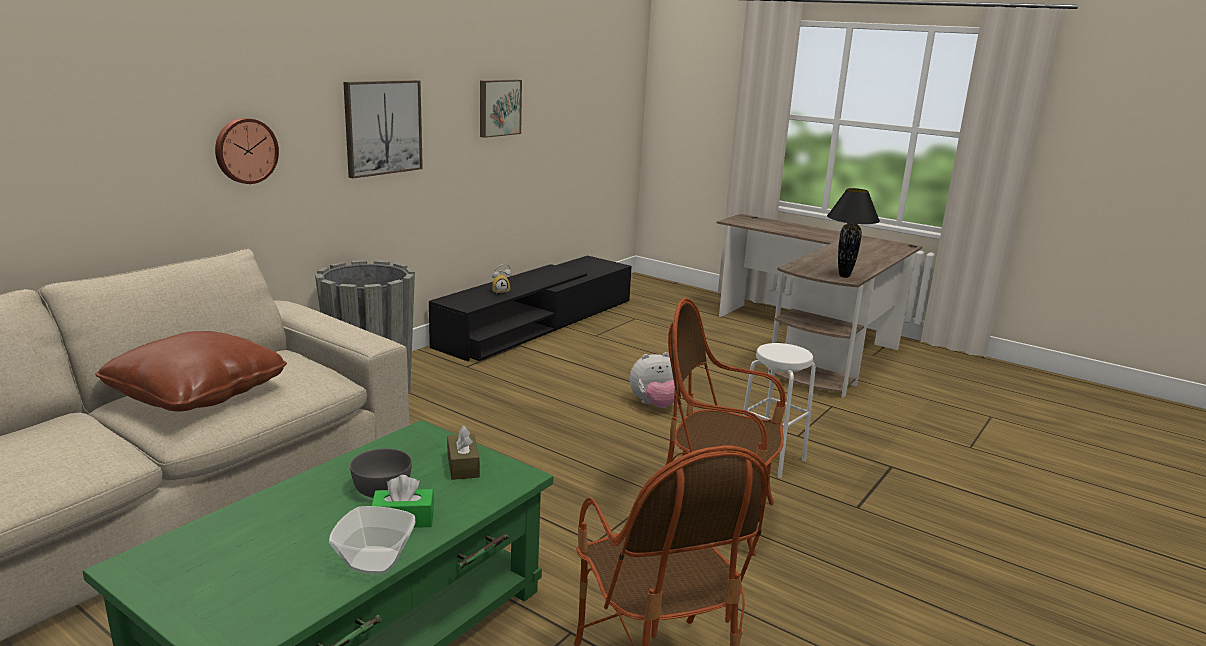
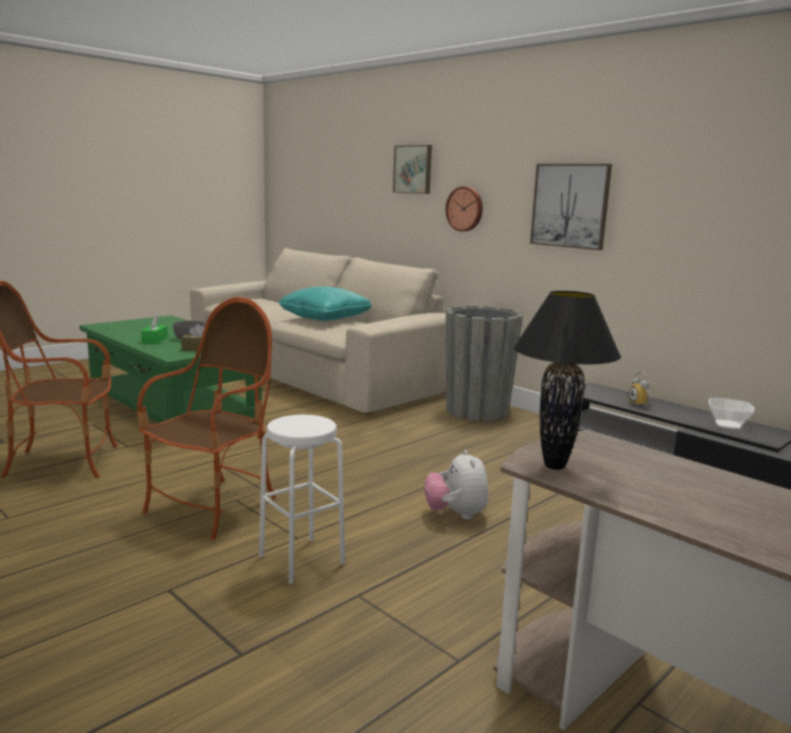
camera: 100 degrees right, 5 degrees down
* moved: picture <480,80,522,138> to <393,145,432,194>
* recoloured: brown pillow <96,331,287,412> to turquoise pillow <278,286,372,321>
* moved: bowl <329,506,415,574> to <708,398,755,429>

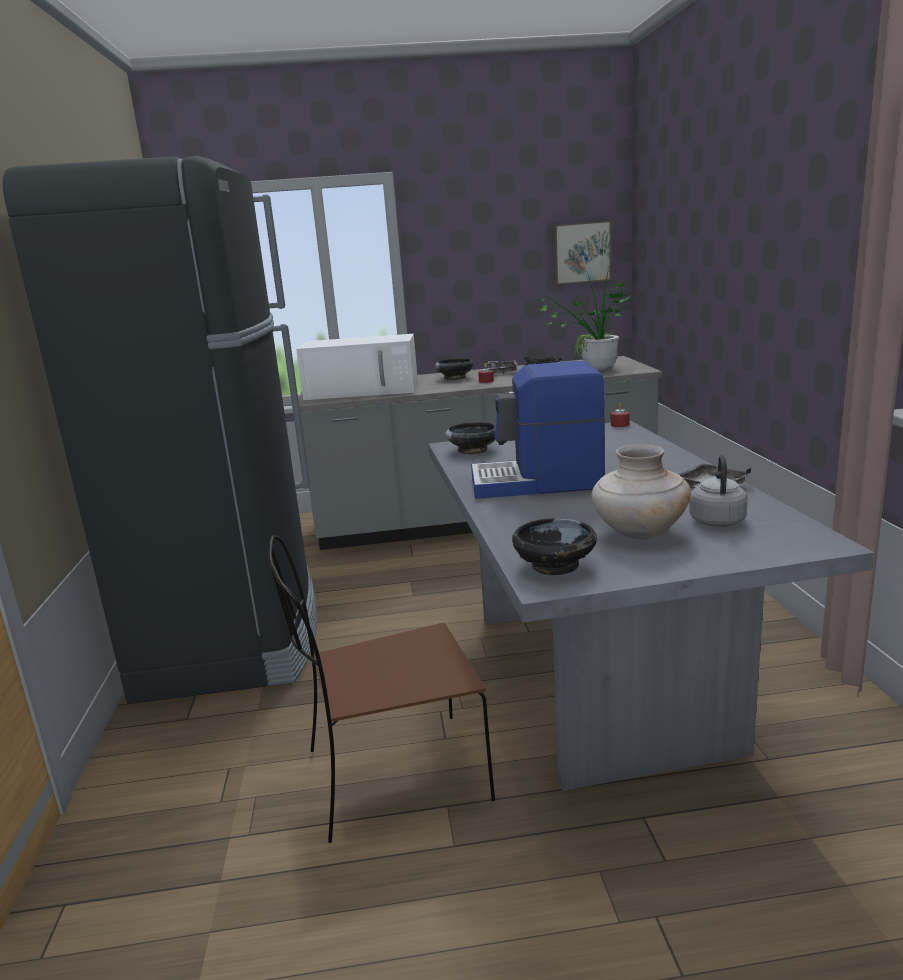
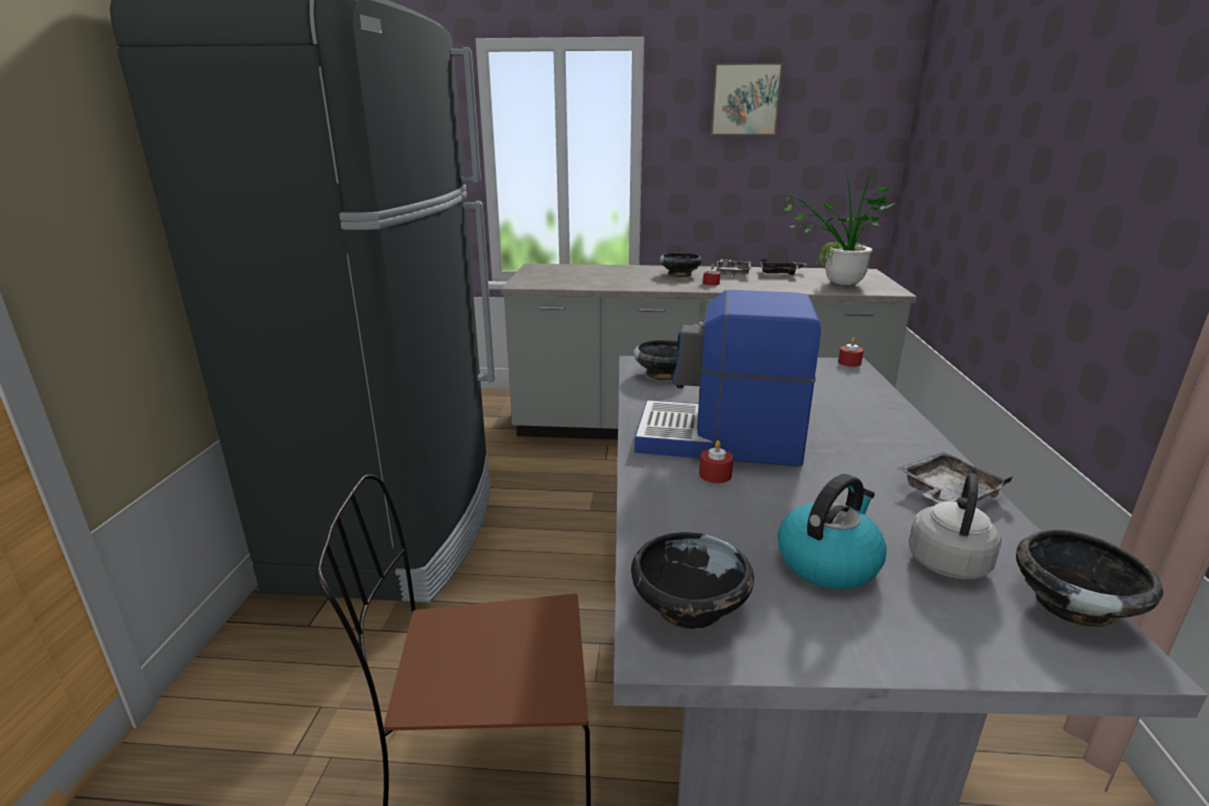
camera: 10 degrees right, 5 degrees up
* moved: picture <553,221,612,285> to <710,63,783,135>
* removed: white microwave <296,334,418,400>
* replaced: beige vase <592,445,691,539> to kettle <778,474,887,589>
* added: red candle <699,440,733,483>
* added: black bowl <1016,530,1163,628>

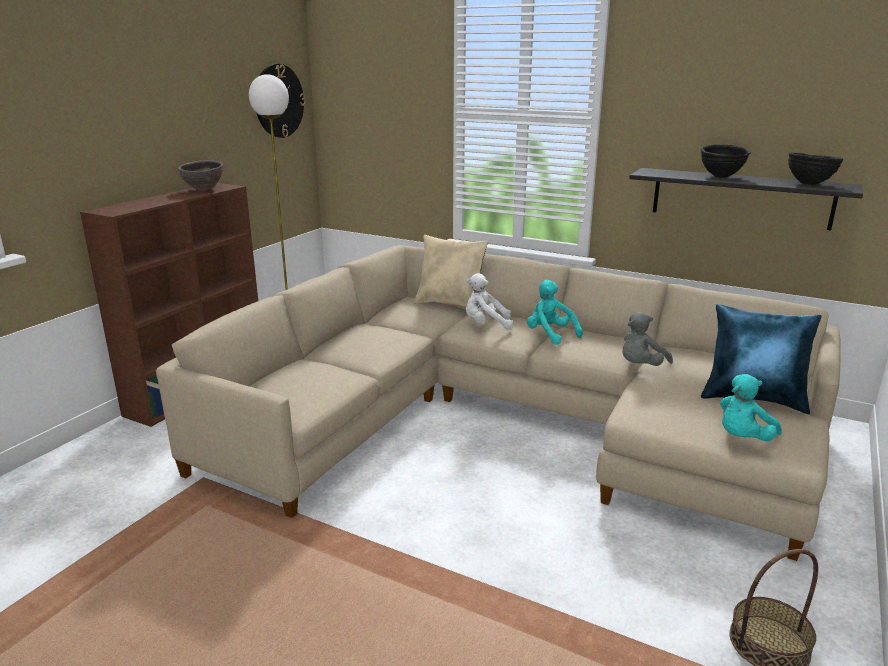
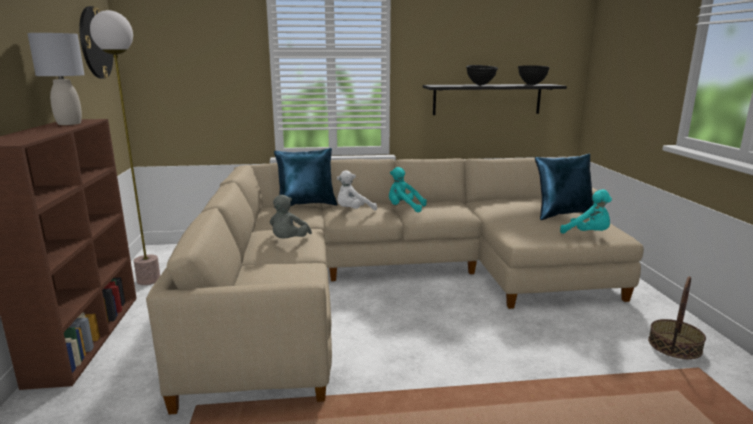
camera: 35 degrees left, 5 degrees down
* replaced: brown bowl <178,160,223,191> to grey table lamp <27,33,85,125>
* recoloured: beige pillow <414,235,488,307> to blue pillow <274,148,338,206>
* moved: grey plush toy <622,312,673,366> to <270,195,312,239>
* turned: turquoise plush toy <720,374,782,441> = <560,189,612,234> 60 degrees counterclockwise

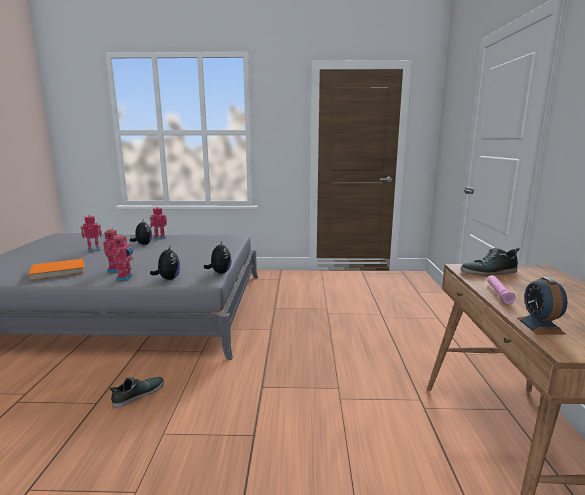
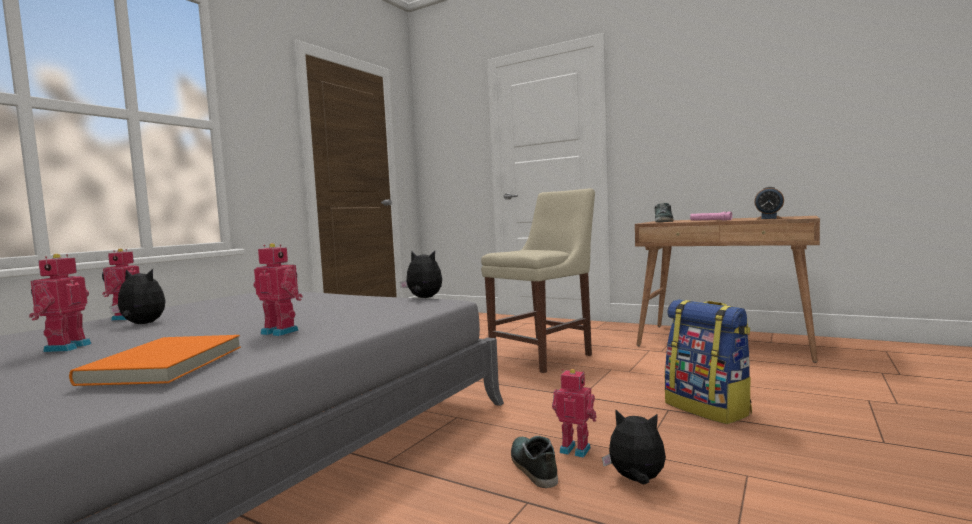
camera: 60 degrees left, 10 degrees down
* moved: toy robot <112,234,134,280> to <552,369,597,458>
* moved: plush toy <150,246,180,280> to <602,410,666,485>
* added: beige chair <481,188,595,373>
* added: backpack <665,299,752,424>

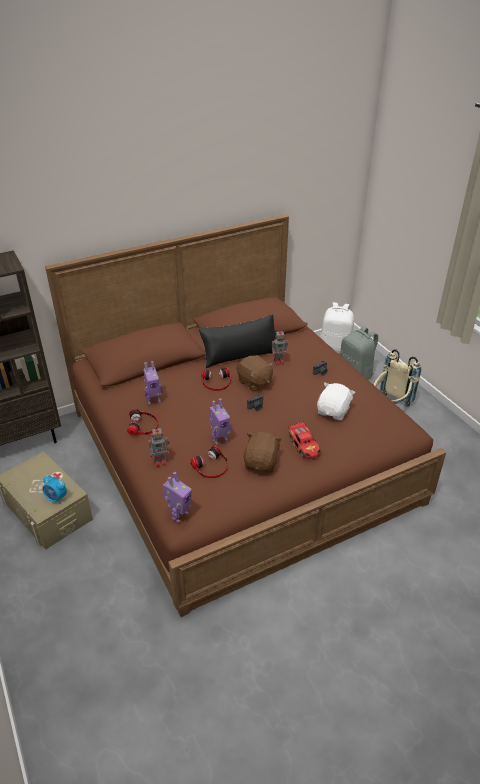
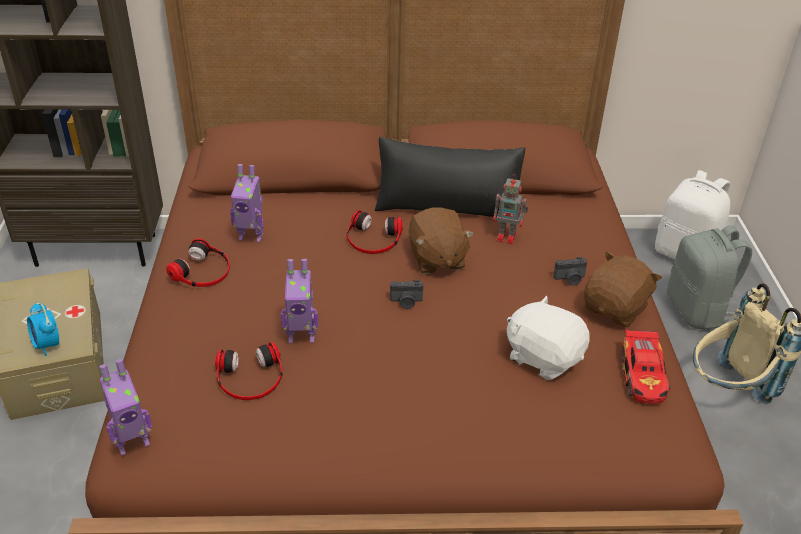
camera: 25 degrees right, 0 degrees up
* turned: white plush toy <317,383,355,420> = <507,296,589,380> 105 degrees counterclockwise
* moved: toy car <288,421,321,459> to <621,328,671,404>
* removed: toy robot <148,426,170,467>
* moved: brown plush toy <243,432,282,473> to <584,251,662,328>

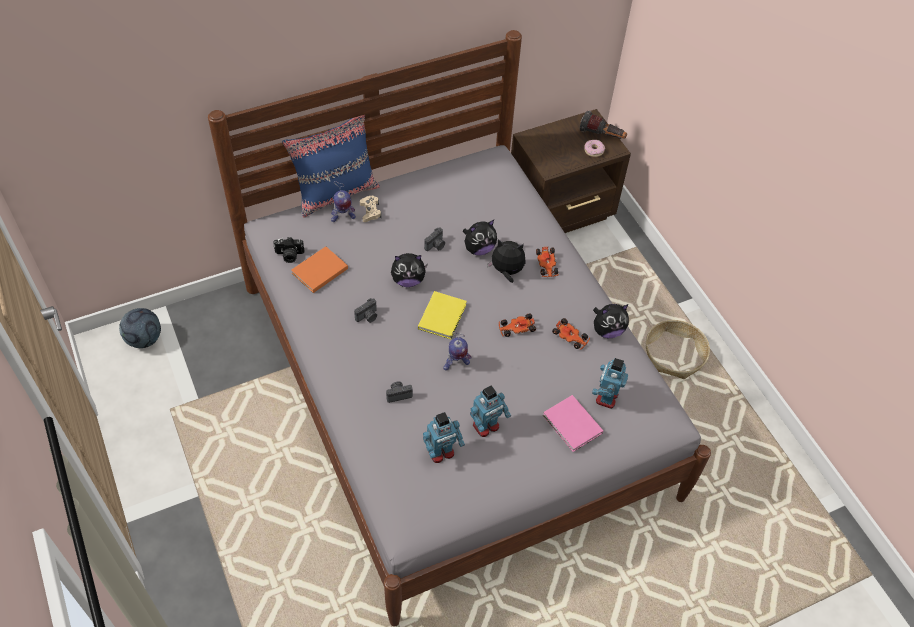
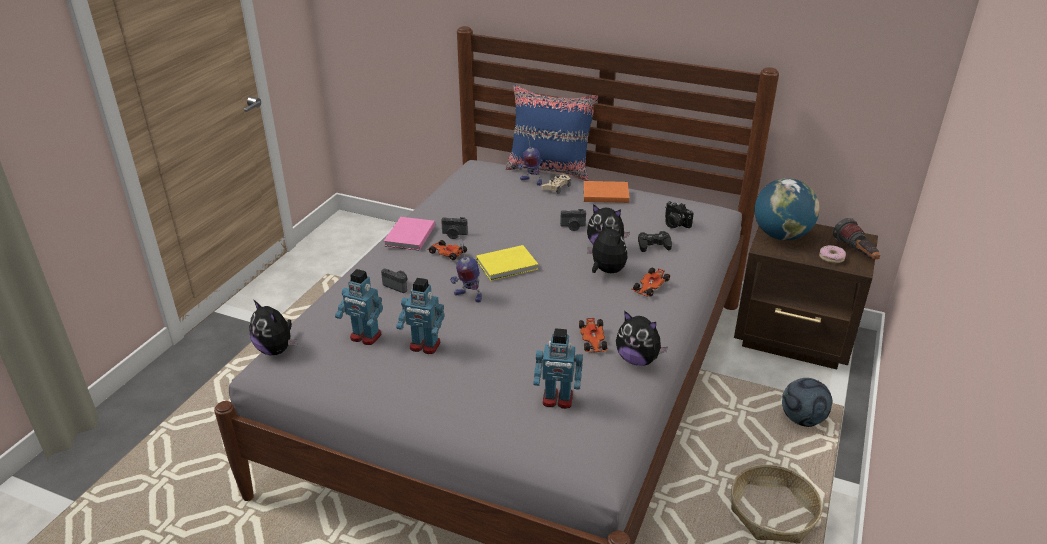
camera: 50 degrees right, 20 degrees down
* moved: photo camera <273,237,304,263> to <665,201,693,228>
* moved: orange book <291,246,348,293> to <584,181,629,203>
* moved: plush toy <391,253,428,287> to <249,300,297,355>
* moved: football <119,308,161,348> to <782,378,832,427>
* moved: toy car <499,314,536,337> to <427,240,467,260>
* turned: toy robot <592,358,628,409> = <533,328,583,409> 150 degrees counterclockwise
* moved: pink book <543,395,603,452> to <384,217,435,251>
* added: globe <754,178,819,240>
* added: black game controller <638,231,672,252>

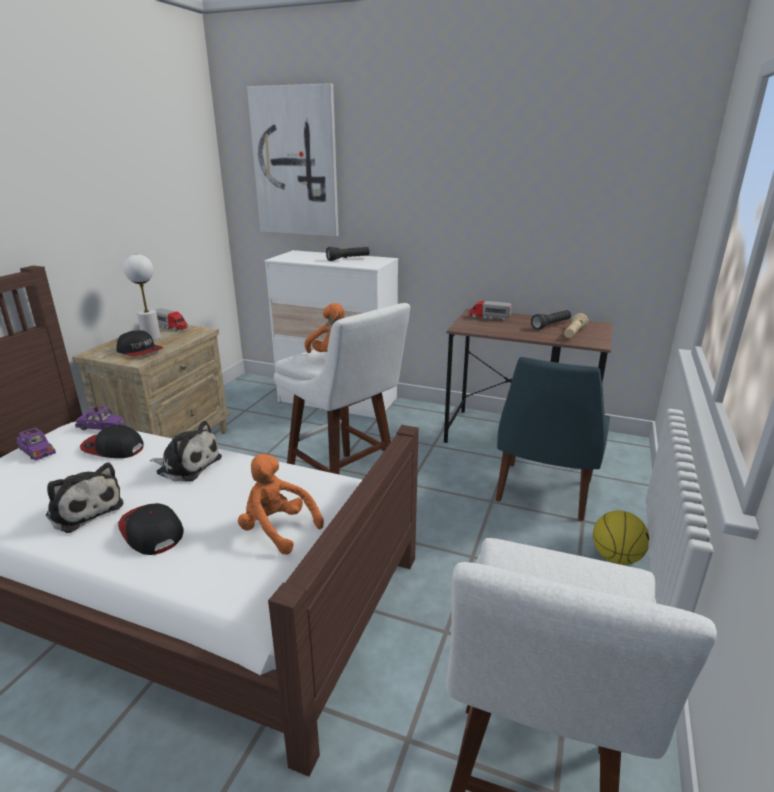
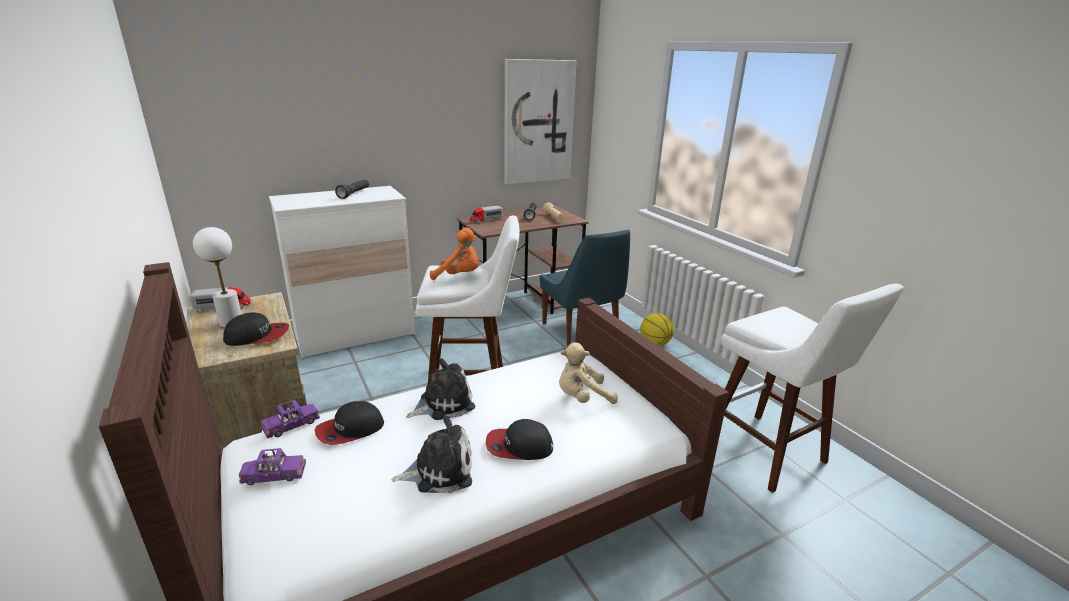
camera: 50 degrees left, 0 degrees up
* moved: picture <247,83,339,237> to <504,59,576,184>
* recoloured: orange plush toy <238,454,324,555> to beige plush toy <559,342,618,404>

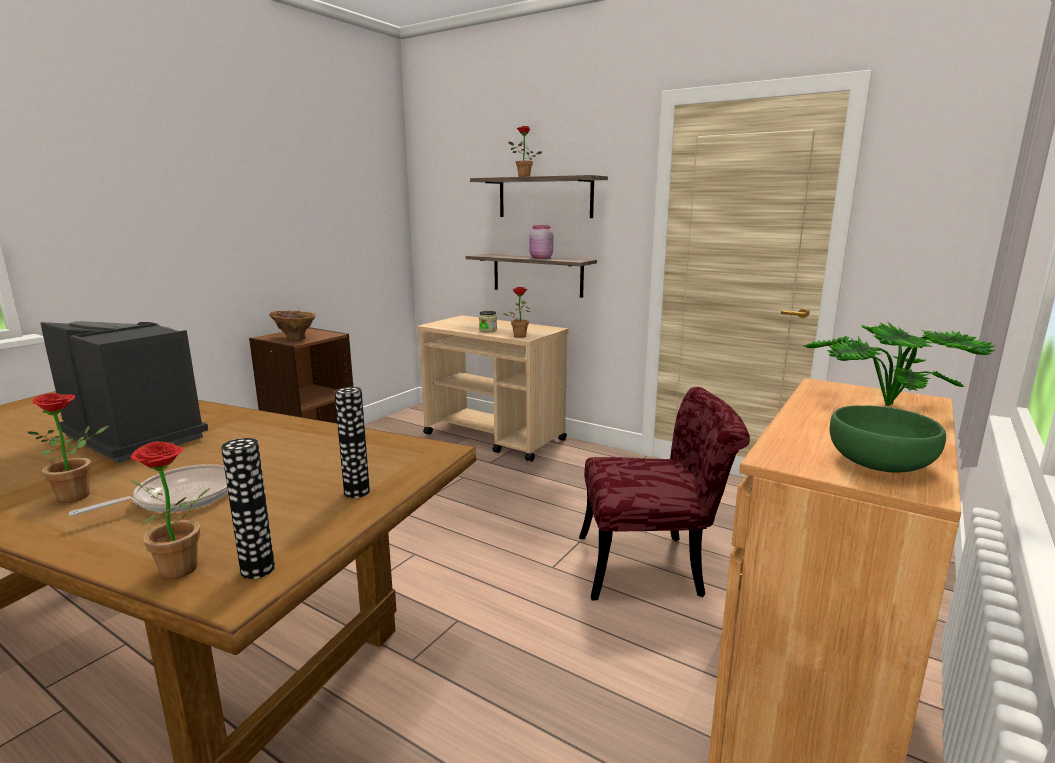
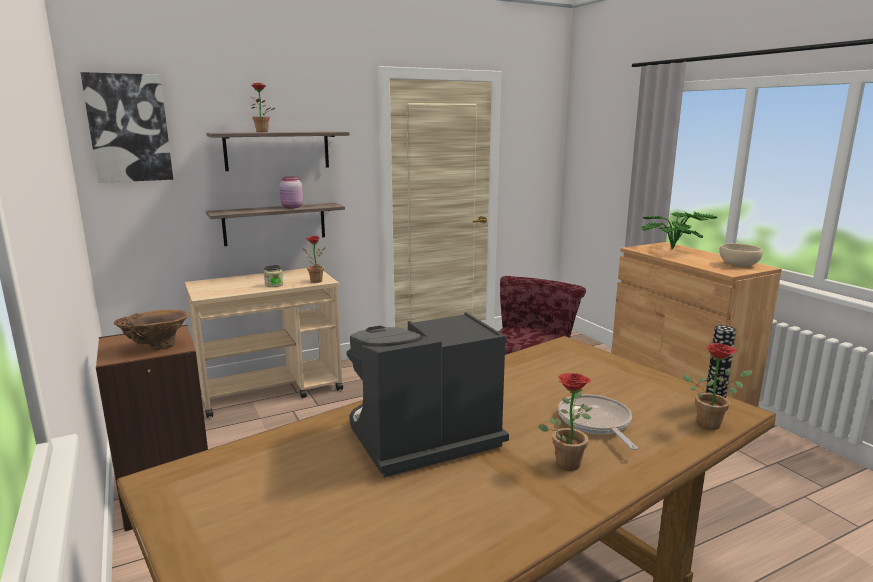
camera: 60 degrees left, 0 degrees up
* removed: vase <334,387,370,498>
* recoloured: green bowl <830,405,946,473> to beige bowl <719,243,763,266>
* added: picture <80,72,173,183>

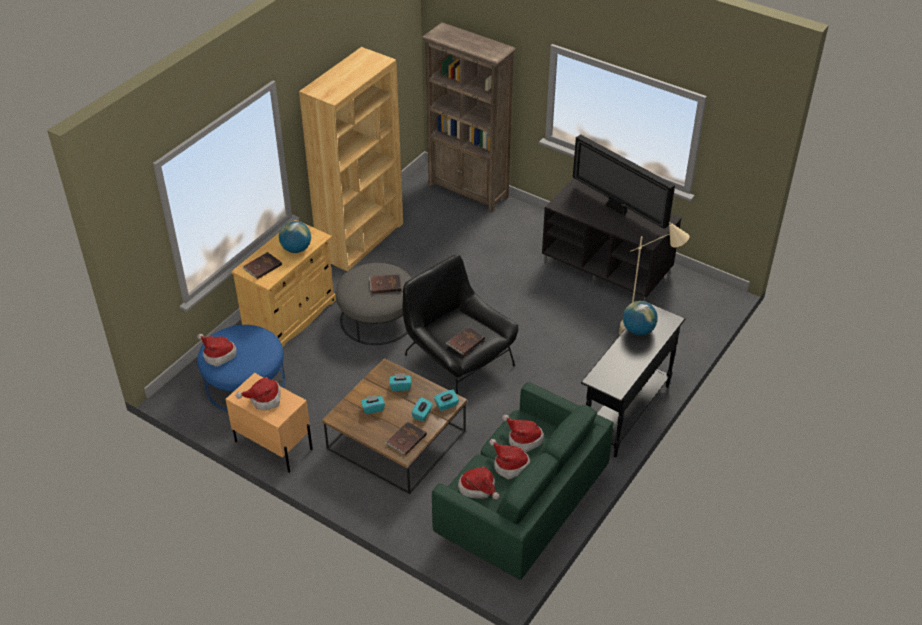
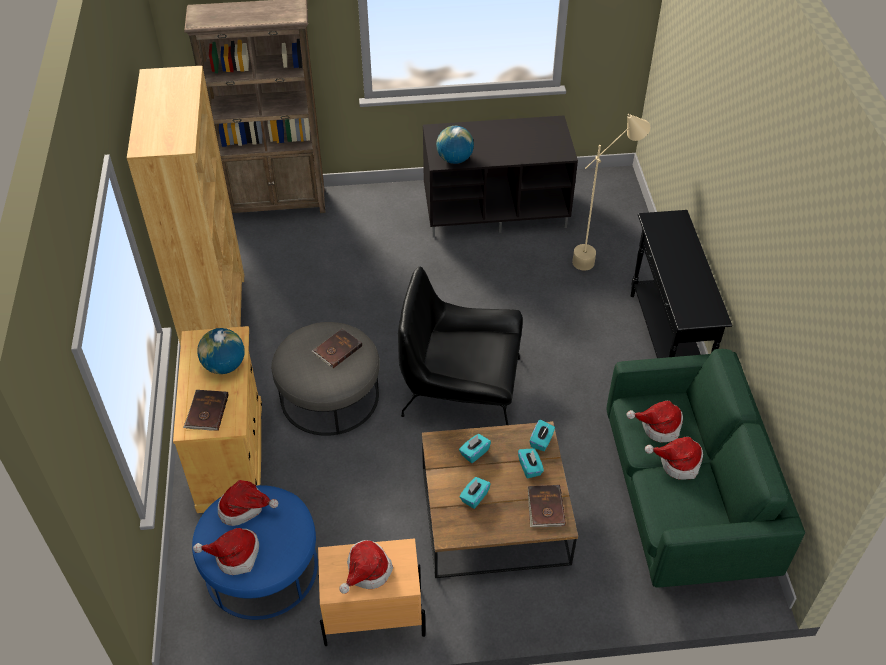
camera: 40 degrees left, 5 degrees up
* removed: television <573,134,675,229>
* moved: globe <623,301,658,335> to <436,126,474,164>
* removed: brown book <446,326,485,356>
* moved: hat <458,466,500,500> to <218,480,278,526>

